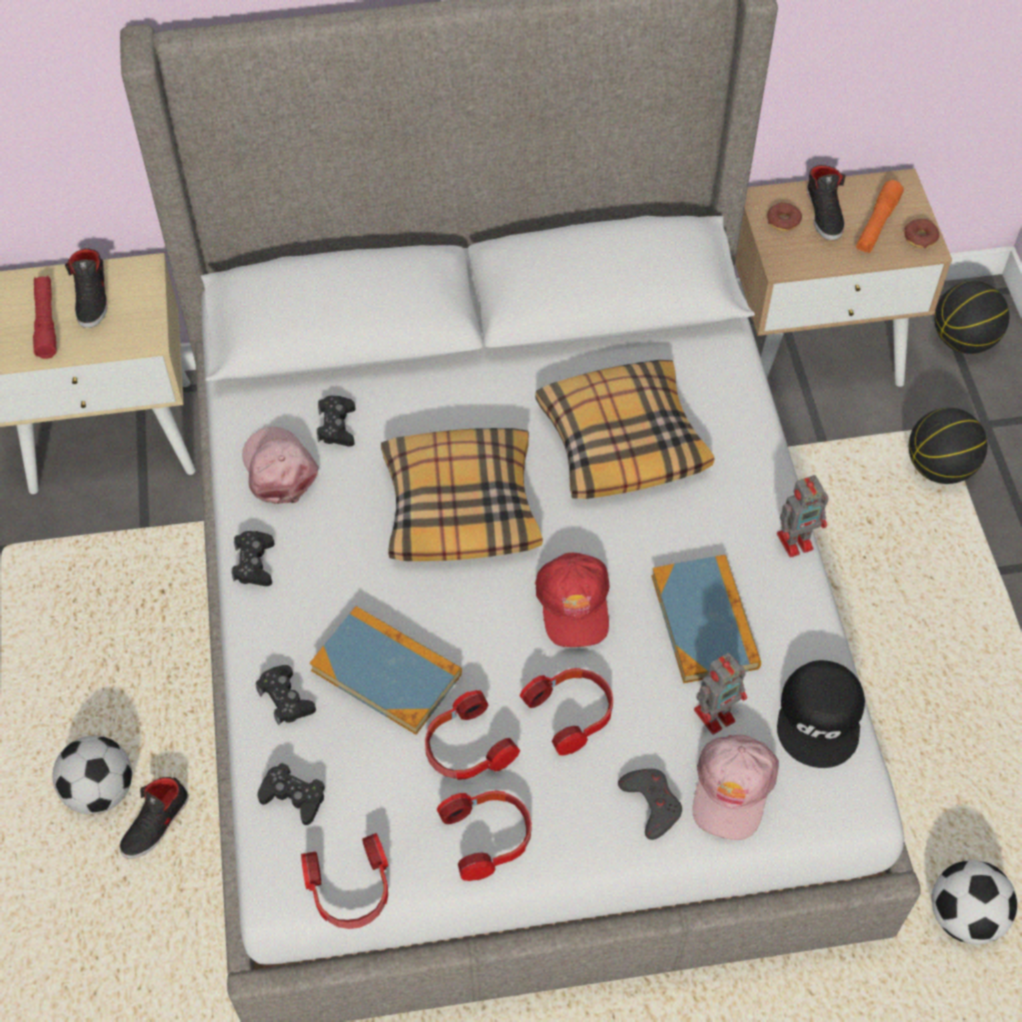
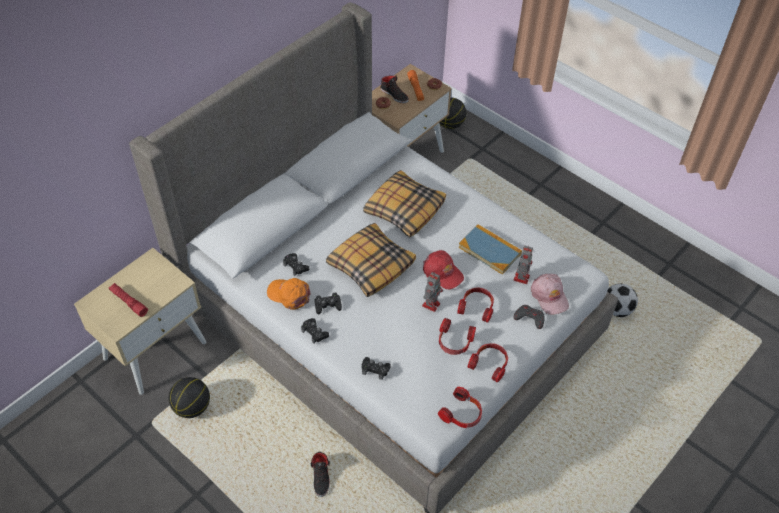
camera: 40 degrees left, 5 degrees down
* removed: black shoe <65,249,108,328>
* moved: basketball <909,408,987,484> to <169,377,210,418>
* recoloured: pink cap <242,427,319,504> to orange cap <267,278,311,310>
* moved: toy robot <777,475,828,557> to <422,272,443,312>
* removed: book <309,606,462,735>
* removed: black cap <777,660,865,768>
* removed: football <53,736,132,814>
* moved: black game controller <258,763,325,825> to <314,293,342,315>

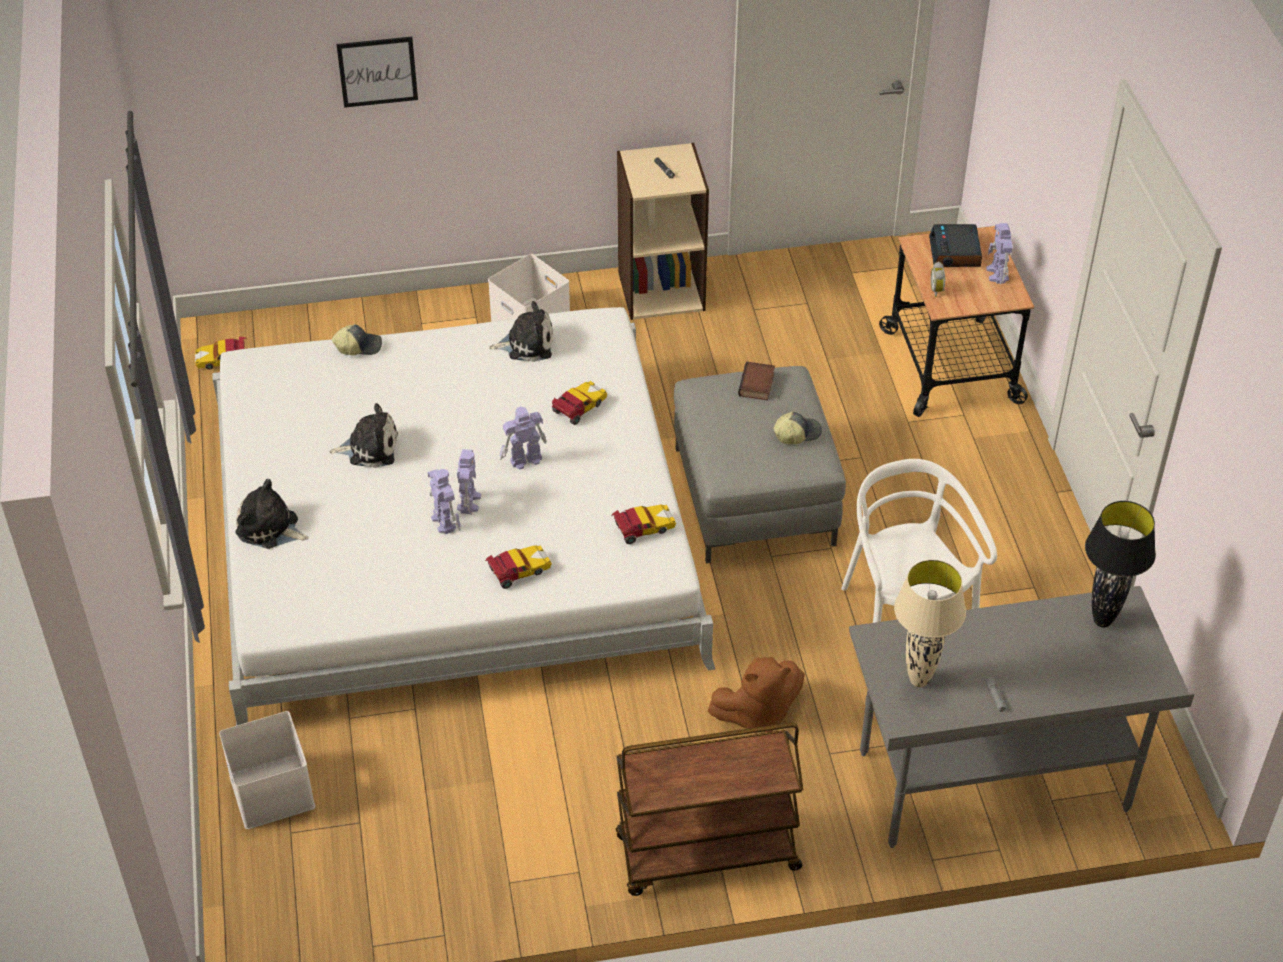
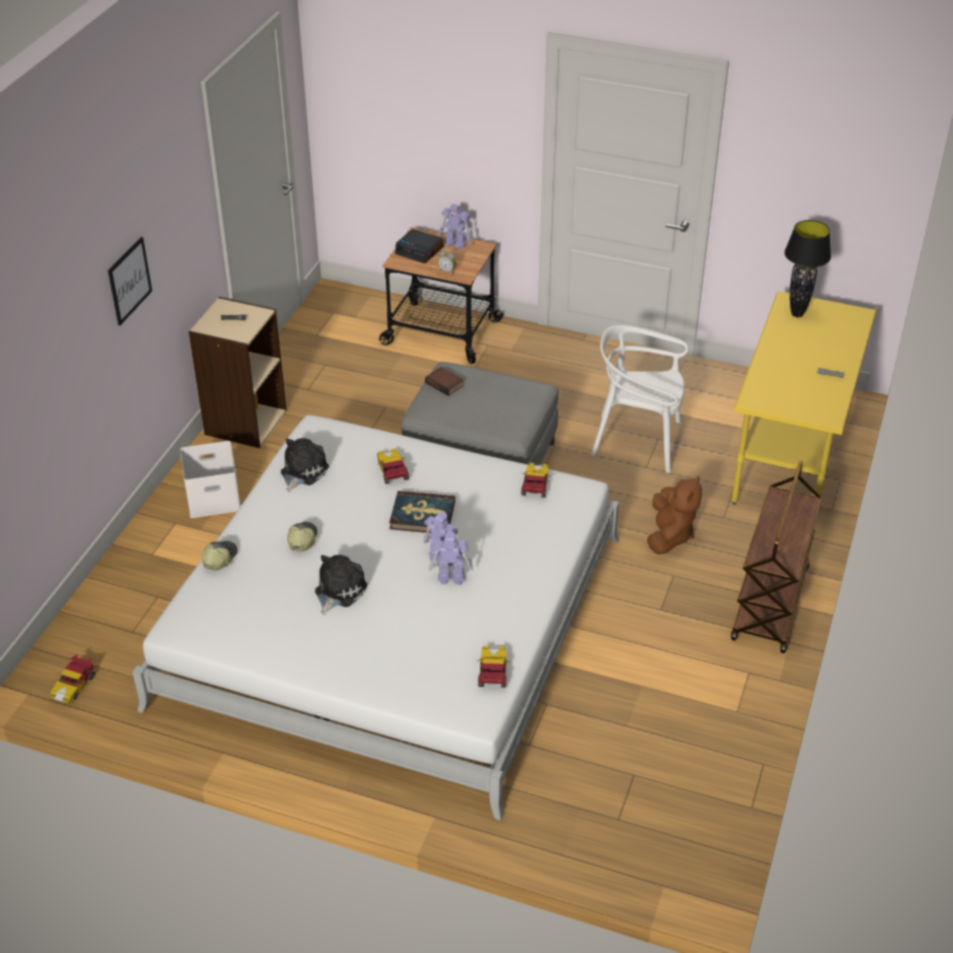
camera: 60 degrees left, 5 degrees down
* moved: picture <336,37,418,108> to <108,237,152,326>
* replaced: toy robot <500,407,547,470> to book <389,491,455,533>
* moved: cap <773,412,822,444> to <287,522,318,551>
* removed: plush toy <236,479,309,549>
* moved: toy car <485,545,552,589> to <477,645,509,688>
* removed: beige table lamp <894,560,966,687>
* recoloured: grey desk <849,586,1195,848> to yellow desk <731,291,878,505>
* removed: white storage box <219,711,315,829>

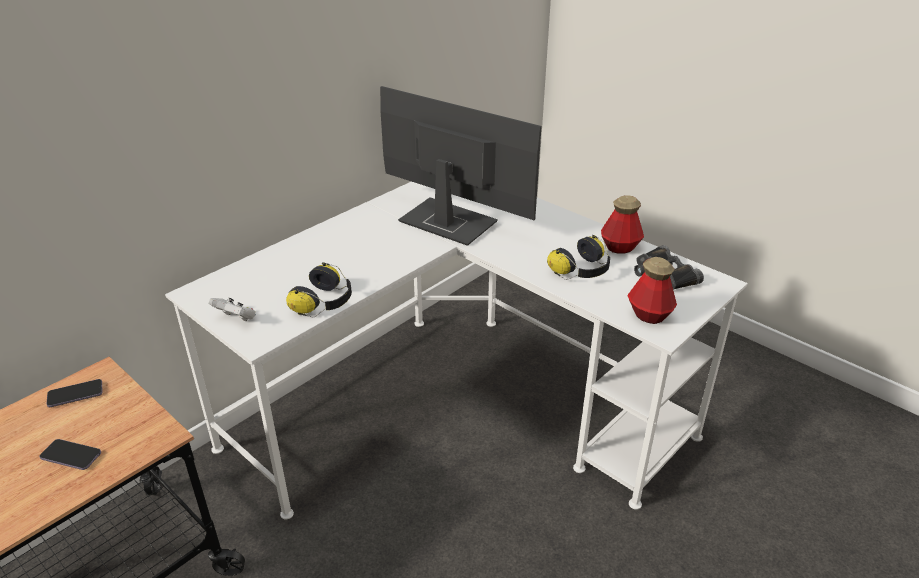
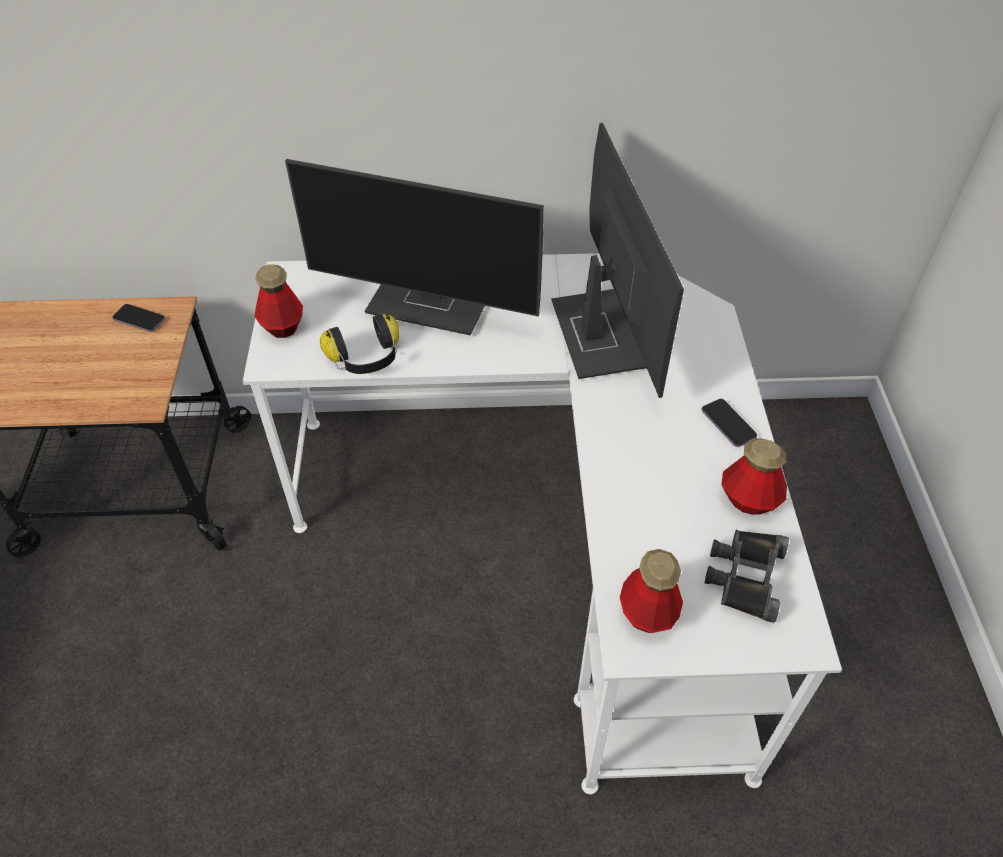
camera: 45 degrees right, 15 degrees up
* removed: headphones <547,234,610,280>
* replaced: white game controller <209,298,256,321> to bottle <255,264,303,338>
* moved: phone <39,439,101,470> to <702,399,757,447>
* added: monitor <285,159,544,335>

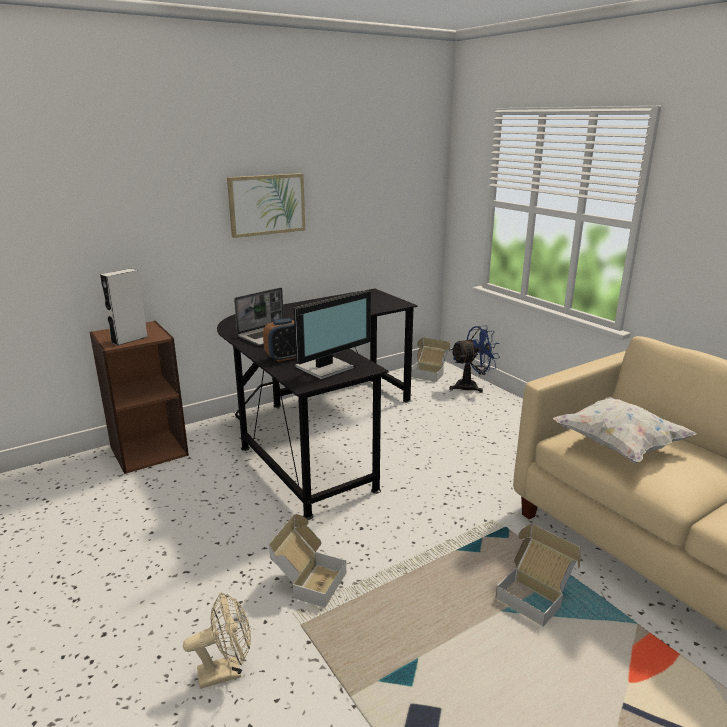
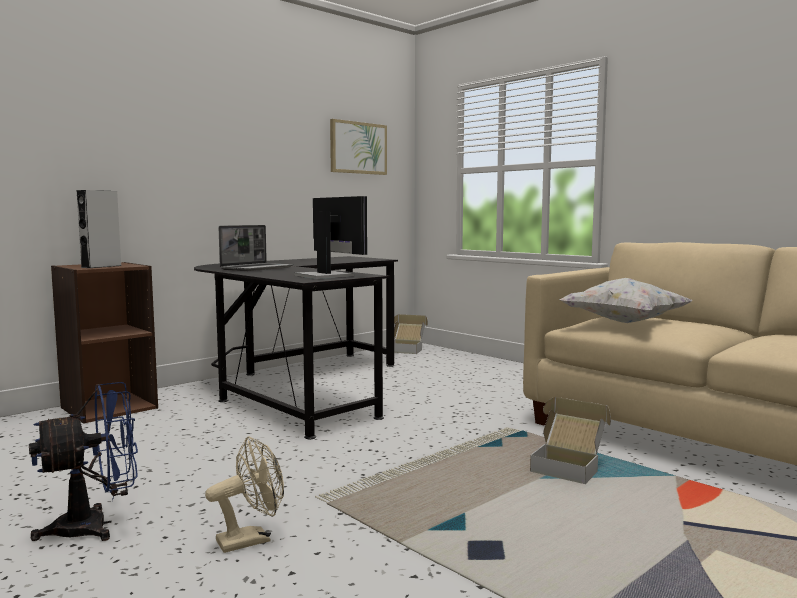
camera: 10 degrees left, 15 degrees down
* moved: picture <227,173,305,238> to <330,119,387,175>
* turned: monitor <294,290,371,379> = <295,196,367,279> 75 degrees counterclockwise
* removed: alarm clock <263,318,296,362>
* moved: blue fan <449,325,500,393> to <29,382,138,541>
* removed: cardboard box <269,514,346,608>

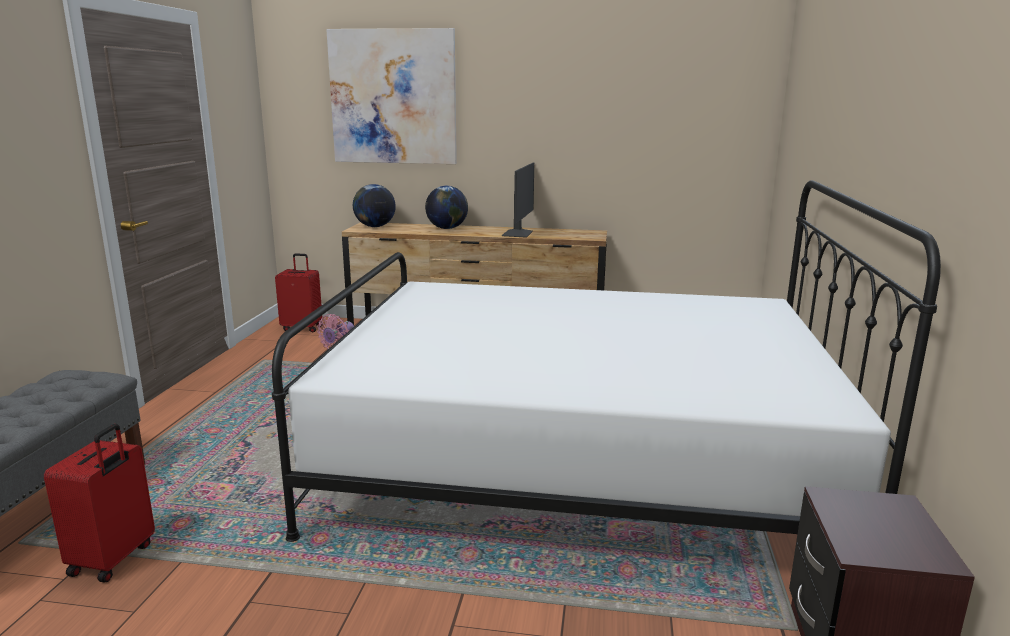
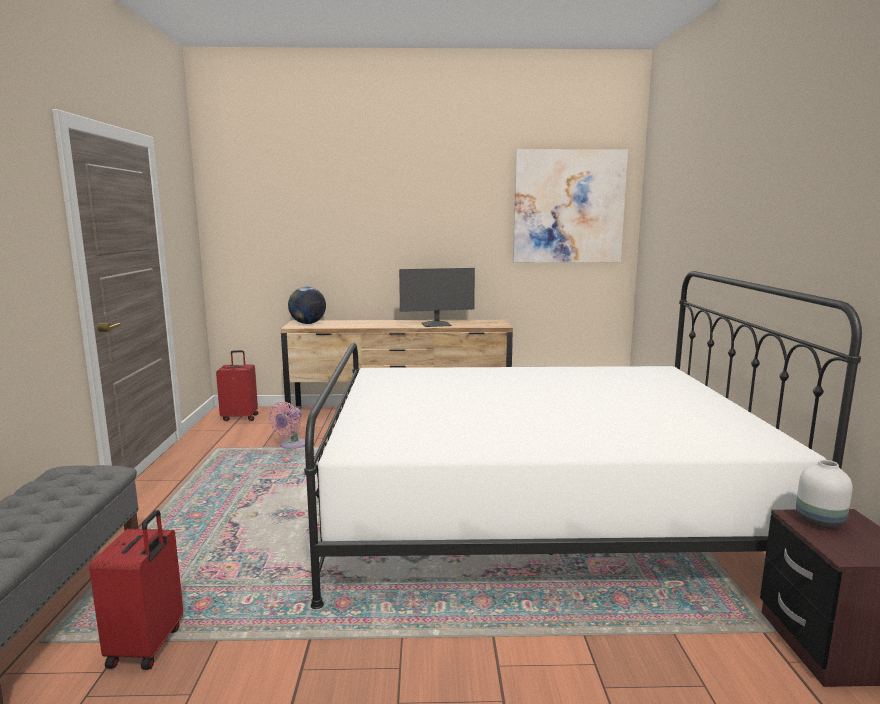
camera: 10 degrees left, 5 degrees down
* moved: picture <326,28,457,164> to <513,149,628,263>
* turned: monitor <502,163,534,238> = <399,268,475,327> 75 degrees clockwise
* removed: globe <425,186,468,229>
* added: white vase <796,460,853,529>

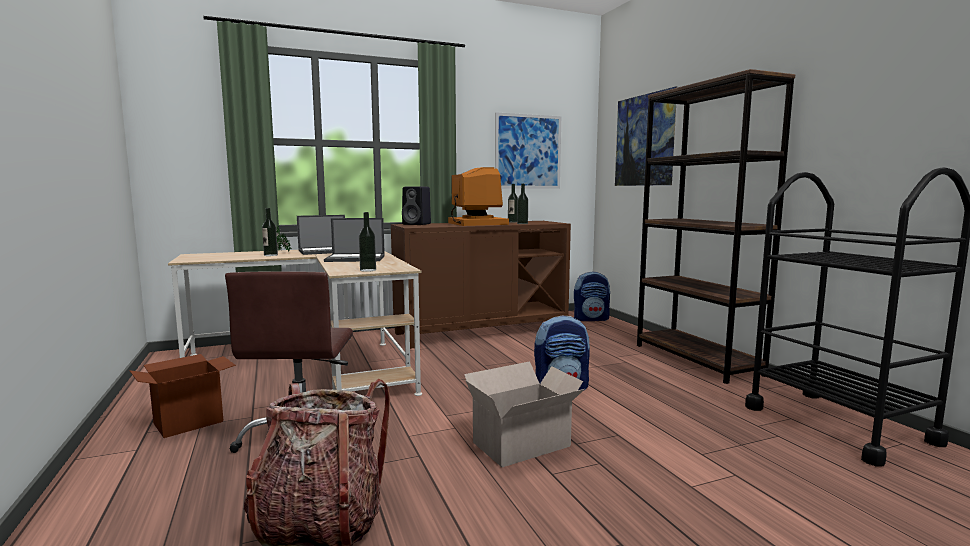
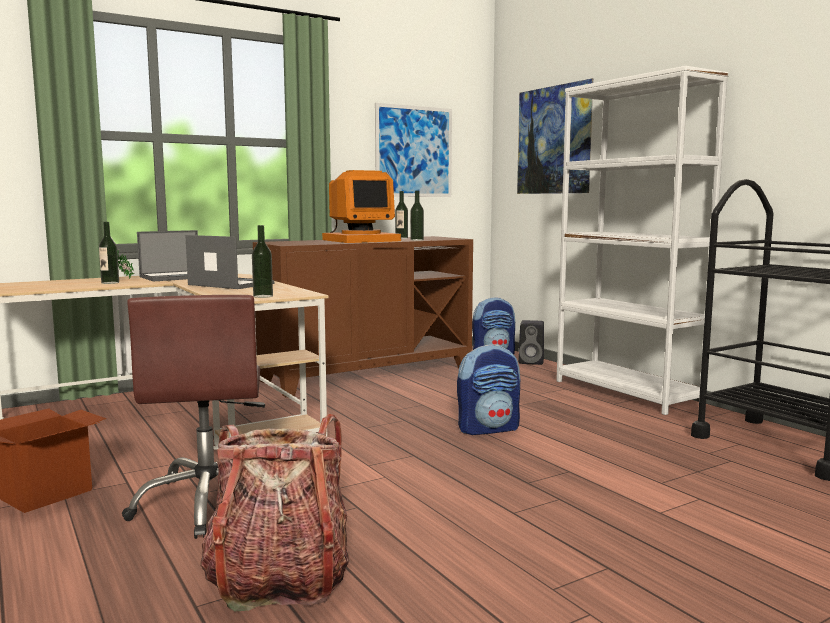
camera: 10 degrees left, 0 degrees up
* recoloured: brown bookcase <637,69,795,384> to white bookcase <556,66,729,415>
* turned: monitor <448,167,509,226> = <322,170,401,243> 90 degrees clockwise
* moved: black speaker <402,186,431,225> to <518,320,544,365>
* turned: laptop <324,218,385,262> = <185,235,274,289> 135 degrees counterclockwise
* removed: cardboard box <464,361,585,467>

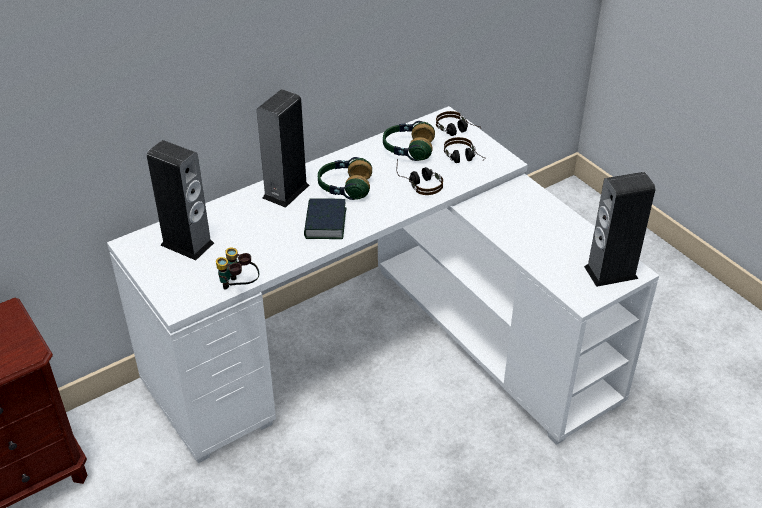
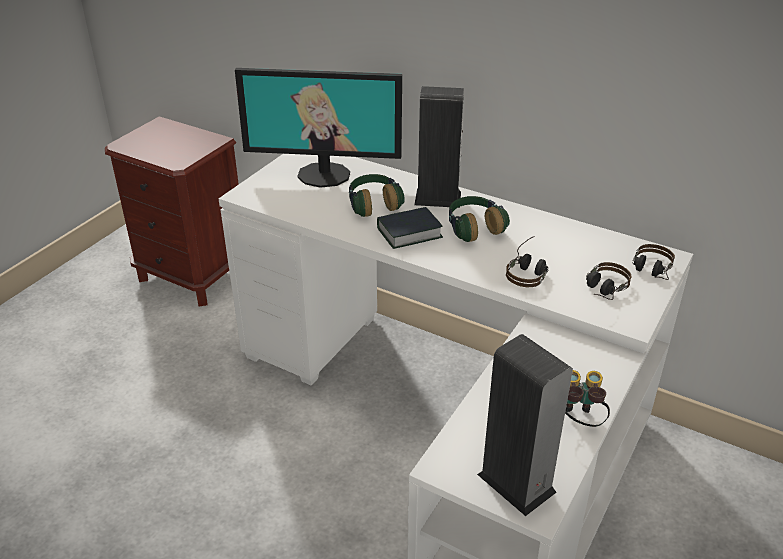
camera: 65 degrees right, 5 degrees down
* moved: headphones <383,121,435,161> to <349,174,405,217>
* replaced: speaker <147,140,214,260> to monitor <235,68,402,188>
* moved: binoculars <216,248,259,290> to <565,370,610,427>

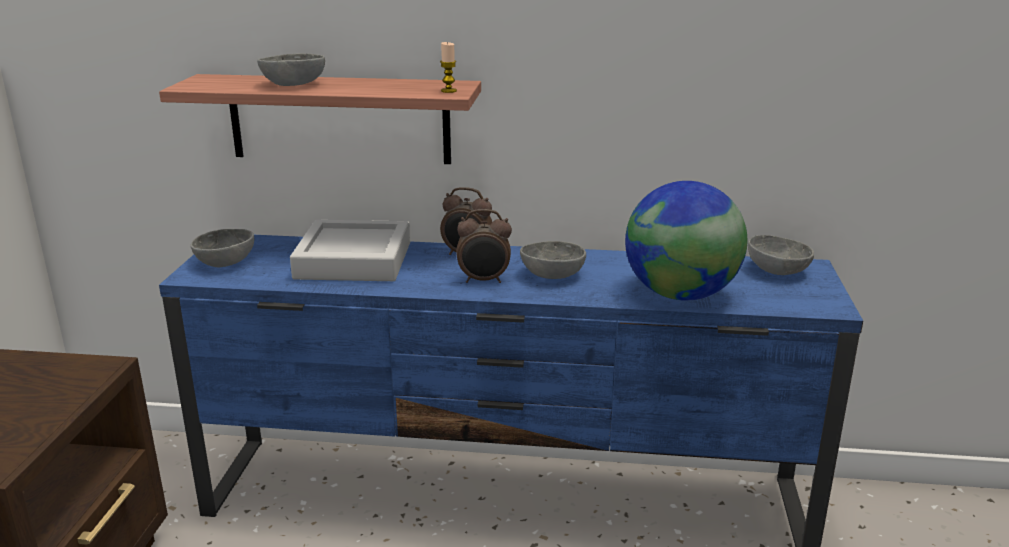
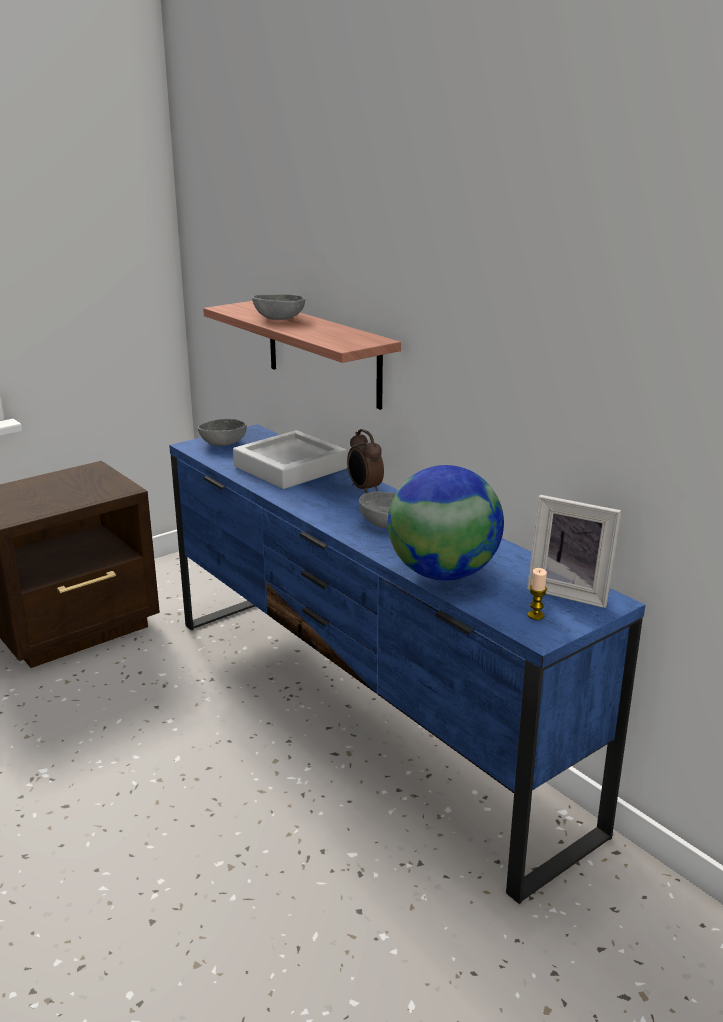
camera: 45 degrees right, 0 degrees up
* moved: candle <440,42,457,93> to <528,568,547,620>
* removed: alarm clock <456,209,512,283>
* replaced: grey bowl <748,235,814,275> to picture frame <527,495,621,608>

